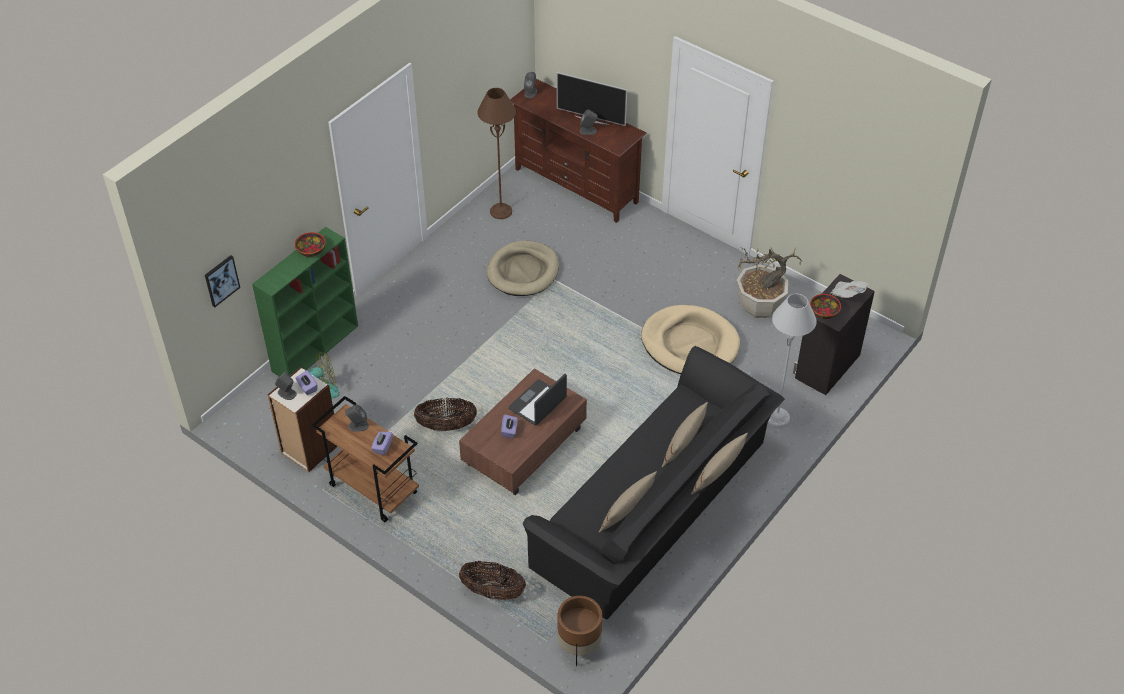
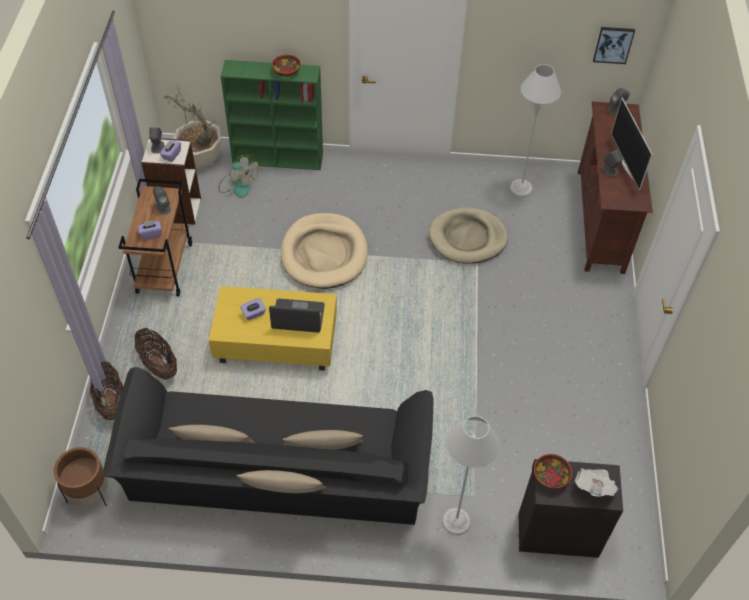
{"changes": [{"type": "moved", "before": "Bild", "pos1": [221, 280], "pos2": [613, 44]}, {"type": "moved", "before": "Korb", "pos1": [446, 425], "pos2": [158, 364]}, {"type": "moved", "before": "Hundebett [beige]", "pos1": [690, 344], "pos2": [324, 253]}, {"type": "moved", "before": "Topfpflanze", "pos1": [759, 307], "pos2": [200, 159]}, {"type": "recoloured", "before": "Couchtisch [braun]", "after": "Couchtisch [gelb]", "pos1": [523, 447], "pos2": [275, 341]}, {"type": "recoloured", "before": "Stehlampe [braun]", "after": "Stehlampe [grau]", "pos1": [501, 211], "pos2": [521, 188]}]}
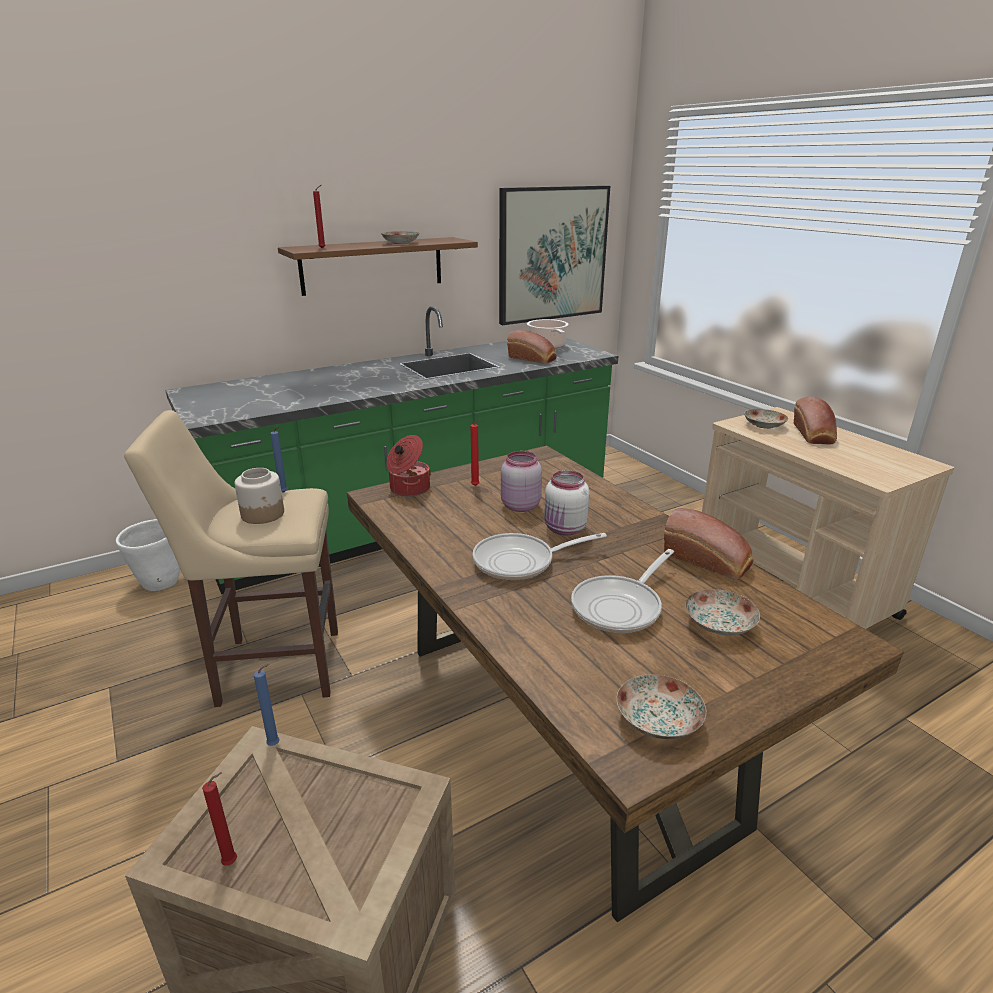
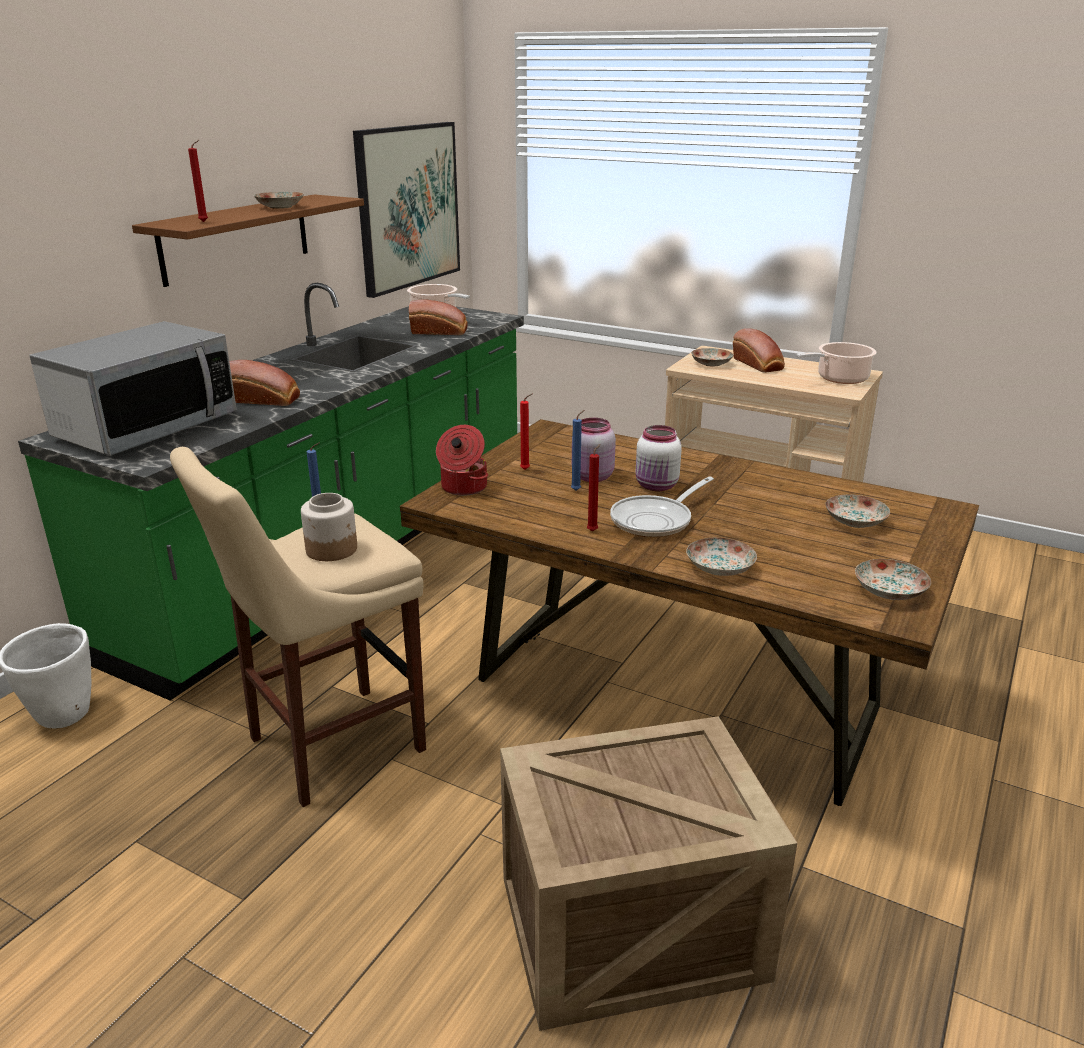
{"changes": [{"type": "removed", "before": "Pfanne", "pos1": [620, 607]}, {"type": "added", "after": "Mikrowelle", "pos2": [147, 428]}, {"type": "added", "after": "Teller", "pos2": [720, 568]}, {"type": "added", "after": "Kochtopf", "pos2": [839, 379]}, {"type": "moved", "before": "Kerze [rot]", "pos1": [233, 862], "pos2": [593, 530]}, {"type": "moved", "before": "Kerze [blau]", "pos1": [276, 744], "pos2": [577, 490]}, {"type": "moved", "before": "Brot", "pos1": [708, 561], "pos2": [265, 400]}]}
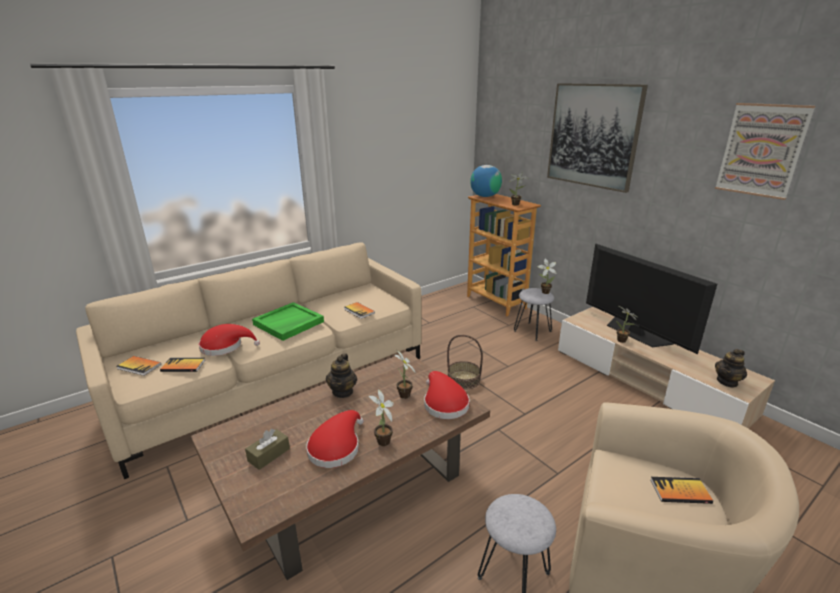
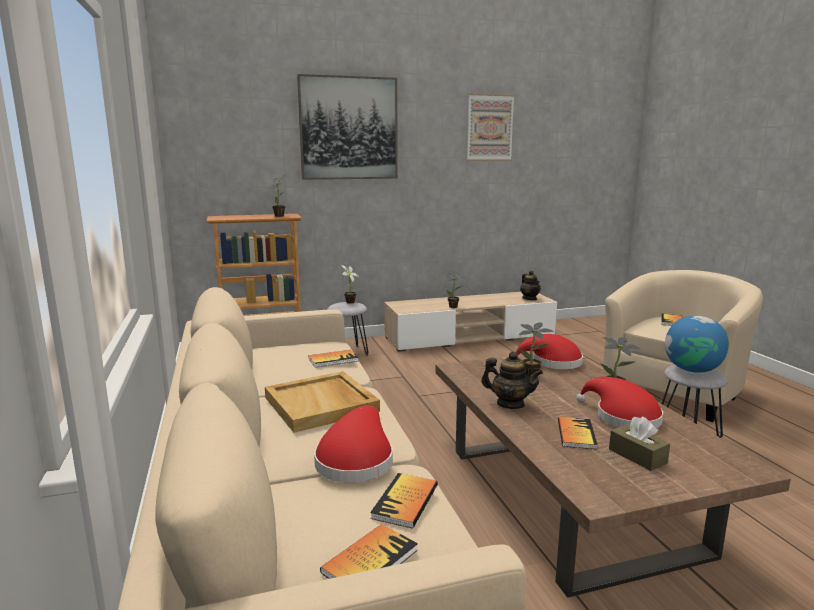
{"changes": [{"type": "removed", "before": "Korb", "pos1": [463, 379]}, {"type": "removed", "before": "Fernseher", "pos1": [636, 333]}, {"type": "added", "after": "Buch", "pos2": [576, 434]}, {"type": "moved", "before": "Globus", "pos1": [485, 196], "pos2": [692, 370]}, {"type": "recoloured", "before": "Tablett [grün]", "after": "Tablett [beige]", "pos1": [288, 323], "pos2": [322, 404]}]}
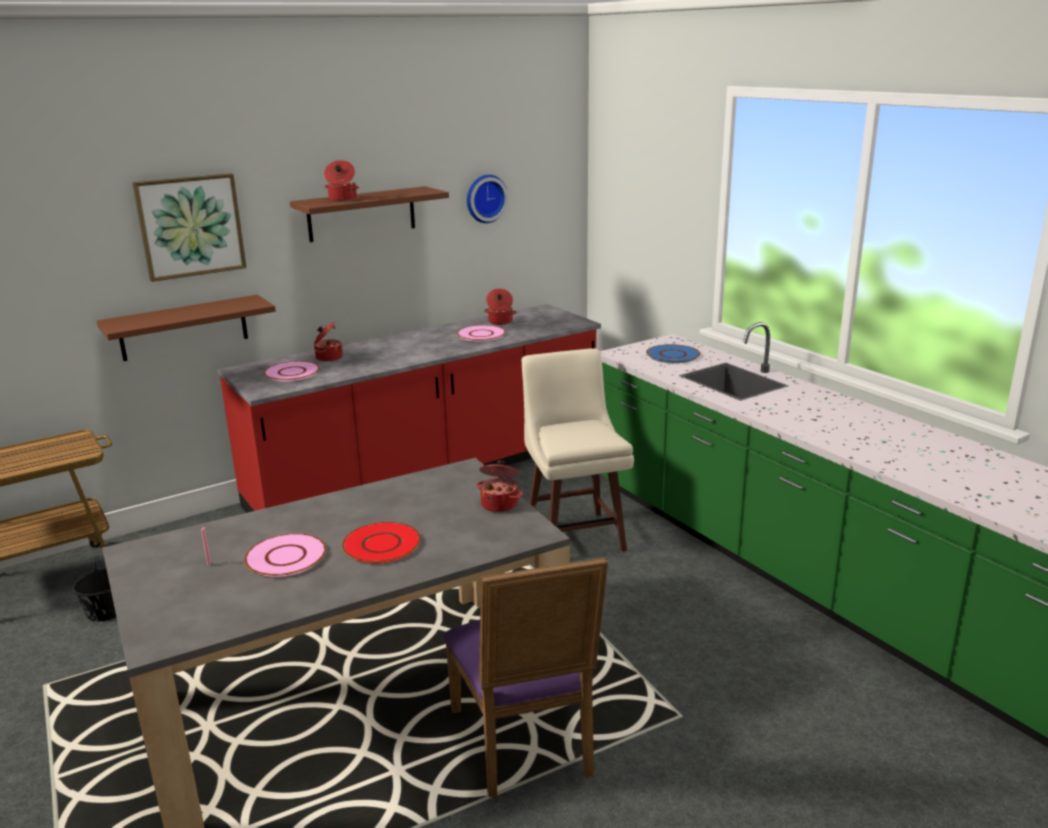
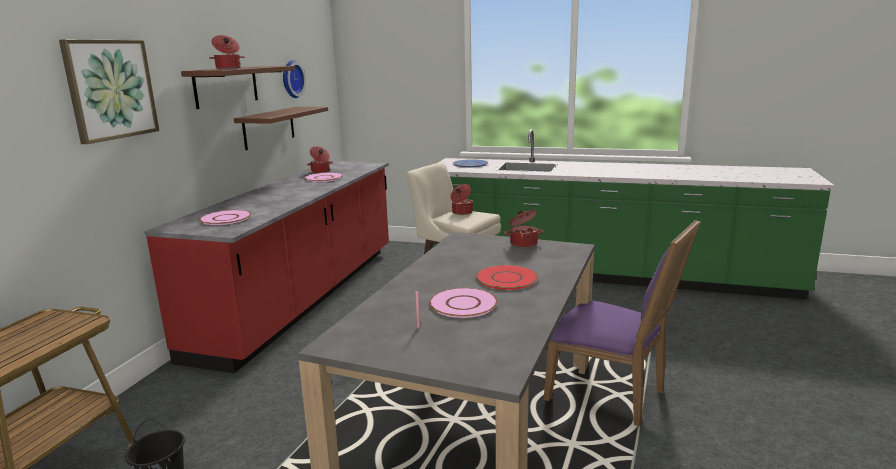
{"changes": [{"type": "moved", "before": "Wandregal [braun]", "pos1": [184, 328], "pos2": [269, 127]}, {"type": "moved", "before": "Kochtopf", "pos1": [328, 357], "pos2": [461, 212]}]}
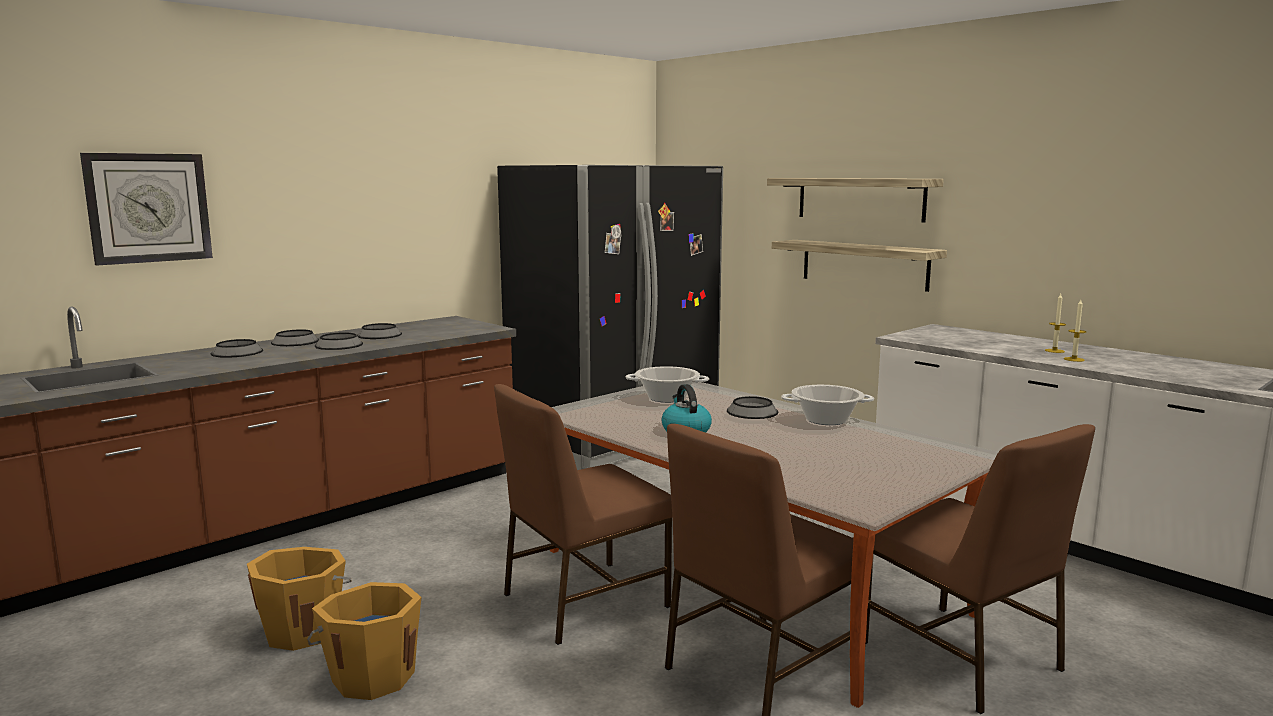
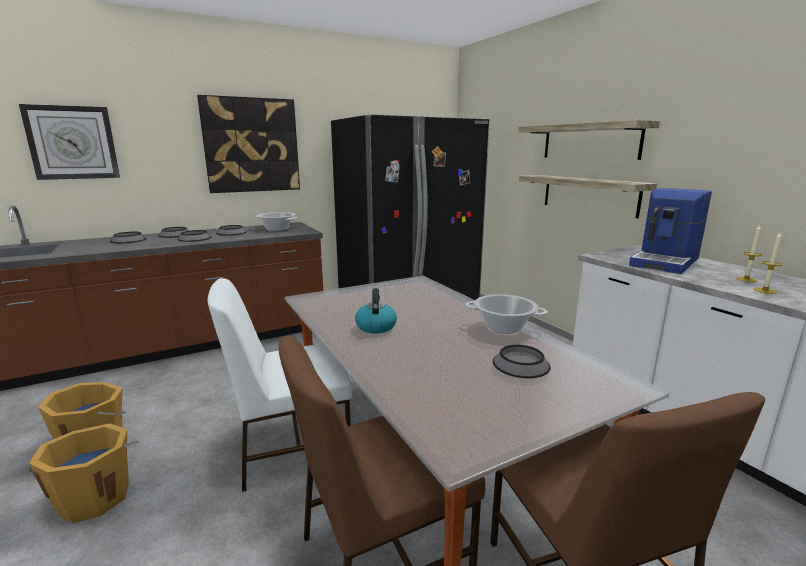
{"changes": [{"type": "added", "after": "Bild", "pos2": [251, 145]}, {"type": "added", "after": "Kaffeemaschine", "pos2": [666, 262]}, {"type": "moved", "before": "Kochtopf", "pos1": [667, 398], "pos2": [277, 229]}, {"type": "moved", "before": "Schüssel", "pos1": [752, 411], "pos2": [521, 364]}, {"type": "recoloured", "before": "Stuhl [braun]", "after": "Stuhl [weiß]", "pos1": [582, 601], "pos2": [291, 448]}]}
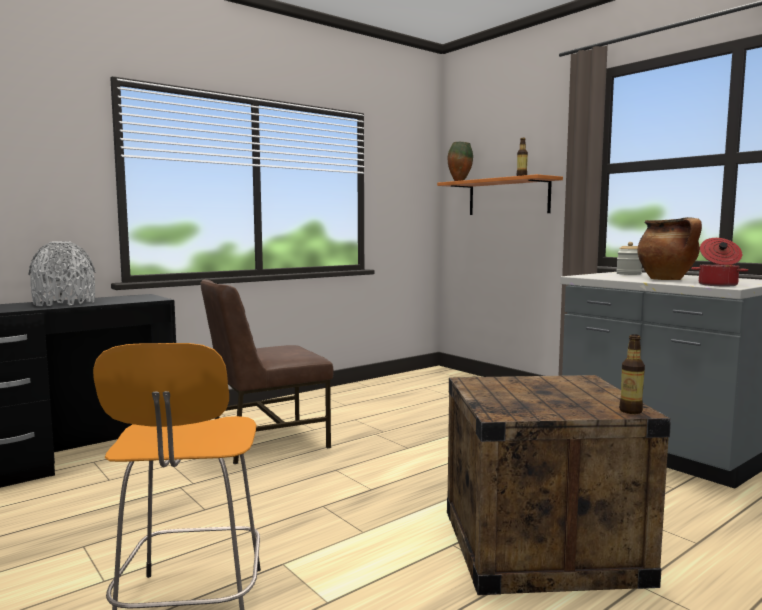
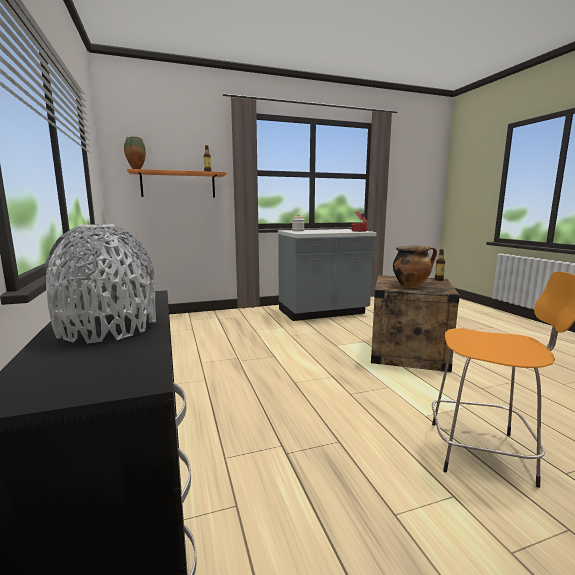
{"changes": [{"type": "removed", "before": "Stuhl [braun]", "pos1": [267, 442]}, {"type": "moved", "before": "Kochtopf", "pos1": [667, 279], "pos2": [411, 286]}]}
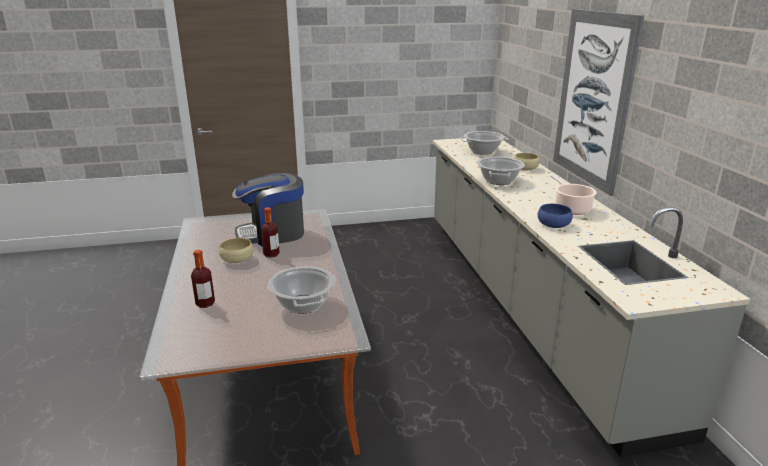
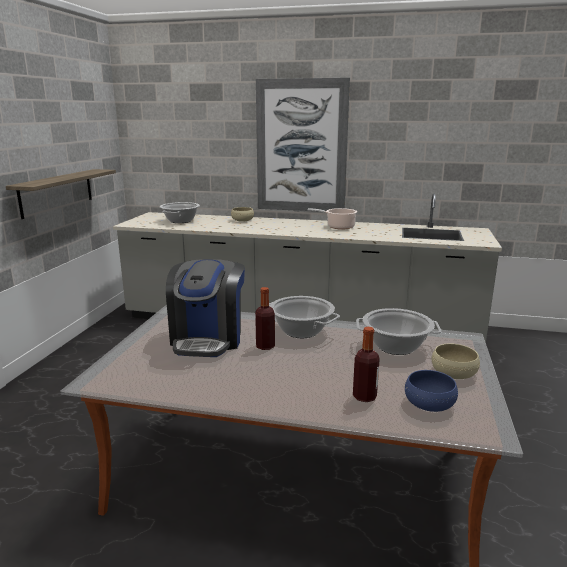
{"changes": [{"type": "added", "after": "Wandregal", "pos2": [57, 192]}, {"type": "moved", "before": "Schüssel [beige]", "pos1": [237, 259], "pos2": [454, 373]}, {"type": "moved", "before": "Kochtopf", "pos1": [498, 181], "pos2": [301, 331]}, {"type": "moved", "before": "Schüssel [blau]", "pos1": [553, 224], "pos2": [429, 403]}]}
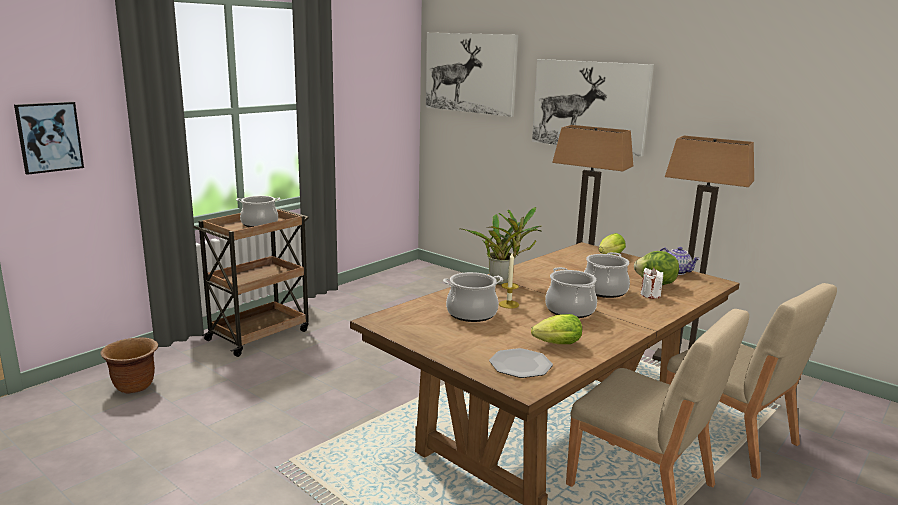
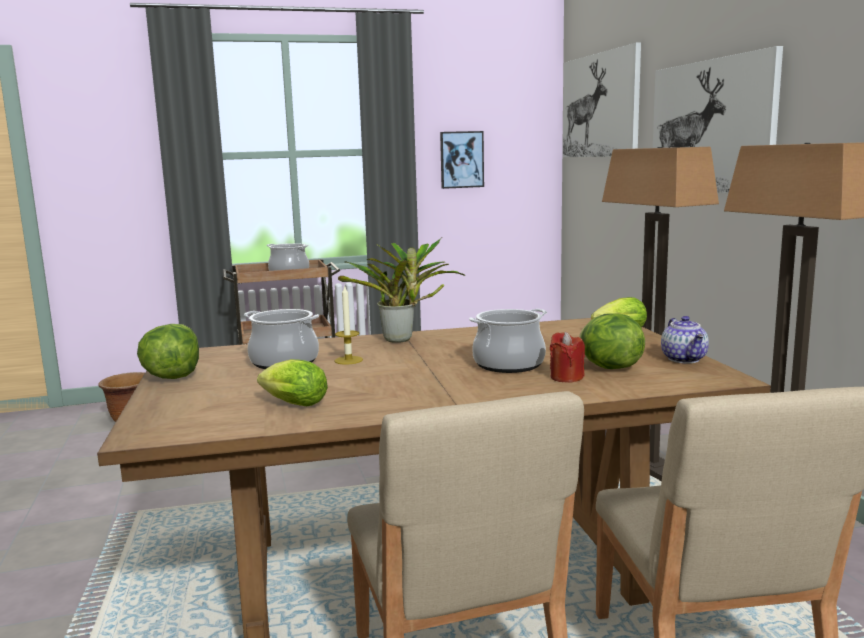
{"changes": [{"type": "removed", "before": "Teller", "pos1": [520, 365]}, {"type": "removed", "before": "Kochtopf", "pos1": [569, 310]}, {"type": "added", "after": "Salatkopf", "pos2": [172, 377]}, {"type": "moved", "before": "Bild", "pos1": [49, 137], "pos2": [461, 159]}, {"type": "recoloured", "before": "Kerze [weiß]", "after": "Kerze [rot]", "pos1": [650, 295], "pos2": [566, 377]}]}
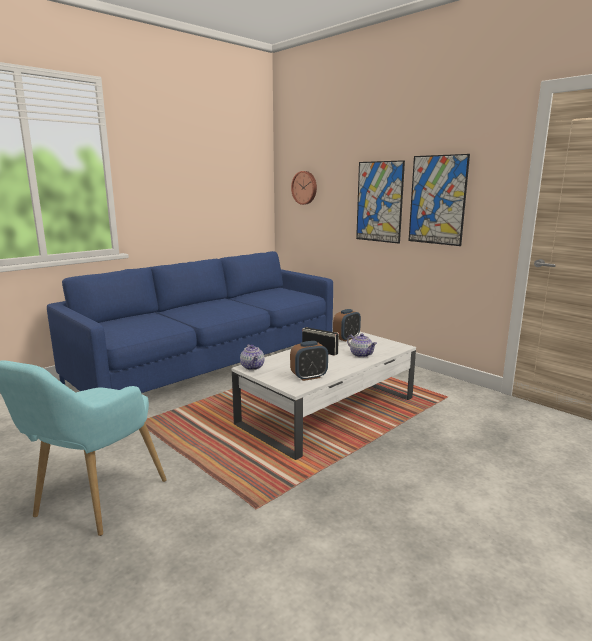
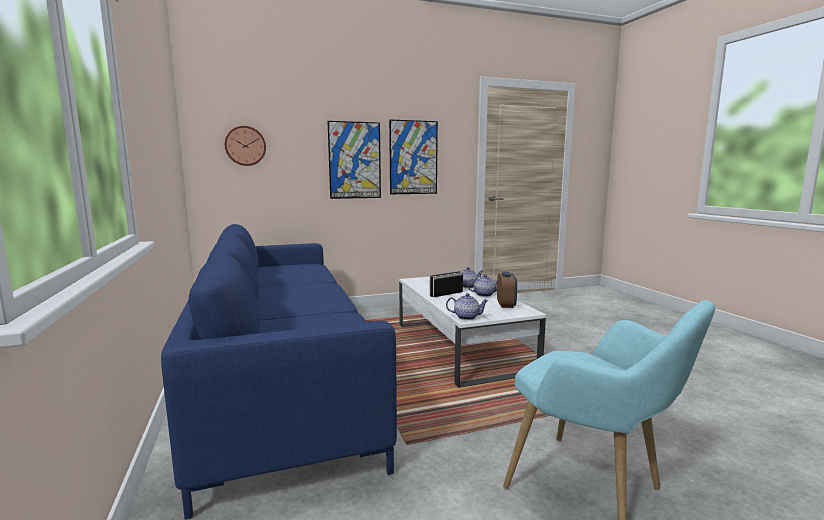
{"changes": [{"type": "removed", "before": "Wecker", "pos1": [346, 338]}, {"type": "added", "after": "Teekanne", "pos2": [484, 294]}]}
